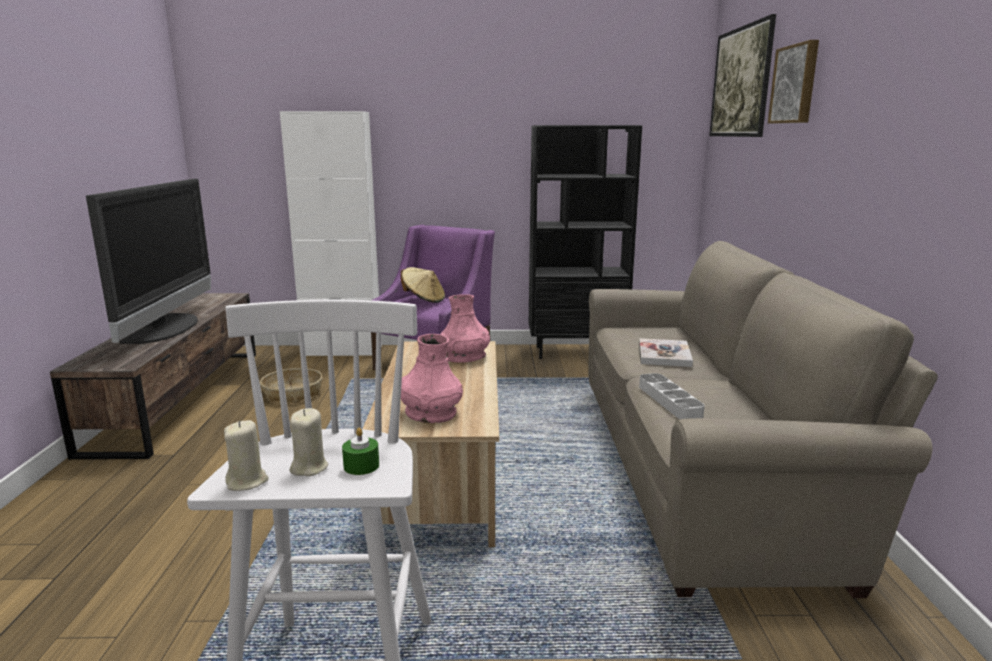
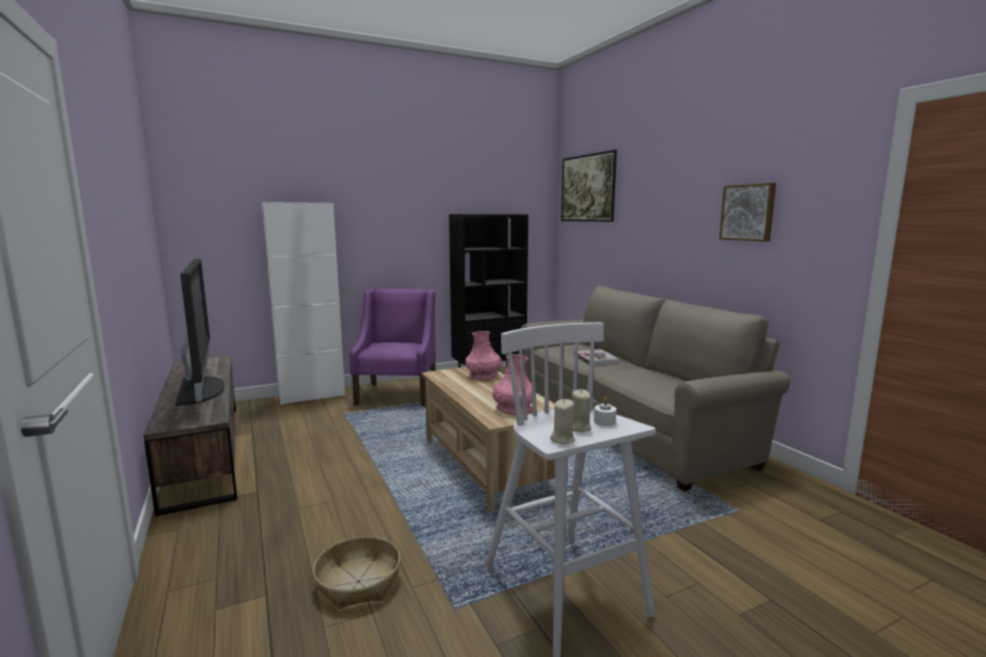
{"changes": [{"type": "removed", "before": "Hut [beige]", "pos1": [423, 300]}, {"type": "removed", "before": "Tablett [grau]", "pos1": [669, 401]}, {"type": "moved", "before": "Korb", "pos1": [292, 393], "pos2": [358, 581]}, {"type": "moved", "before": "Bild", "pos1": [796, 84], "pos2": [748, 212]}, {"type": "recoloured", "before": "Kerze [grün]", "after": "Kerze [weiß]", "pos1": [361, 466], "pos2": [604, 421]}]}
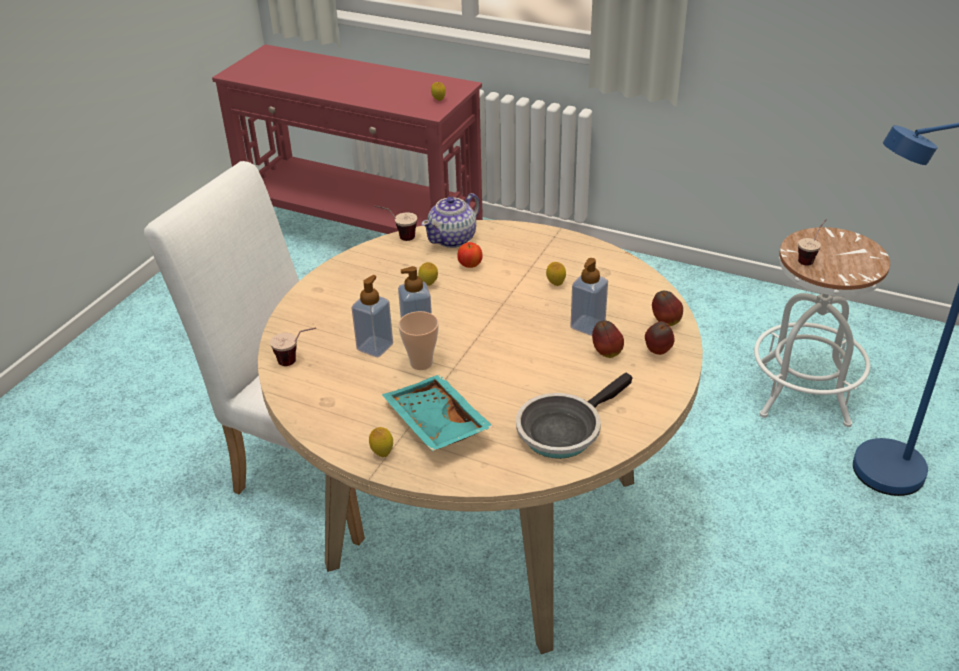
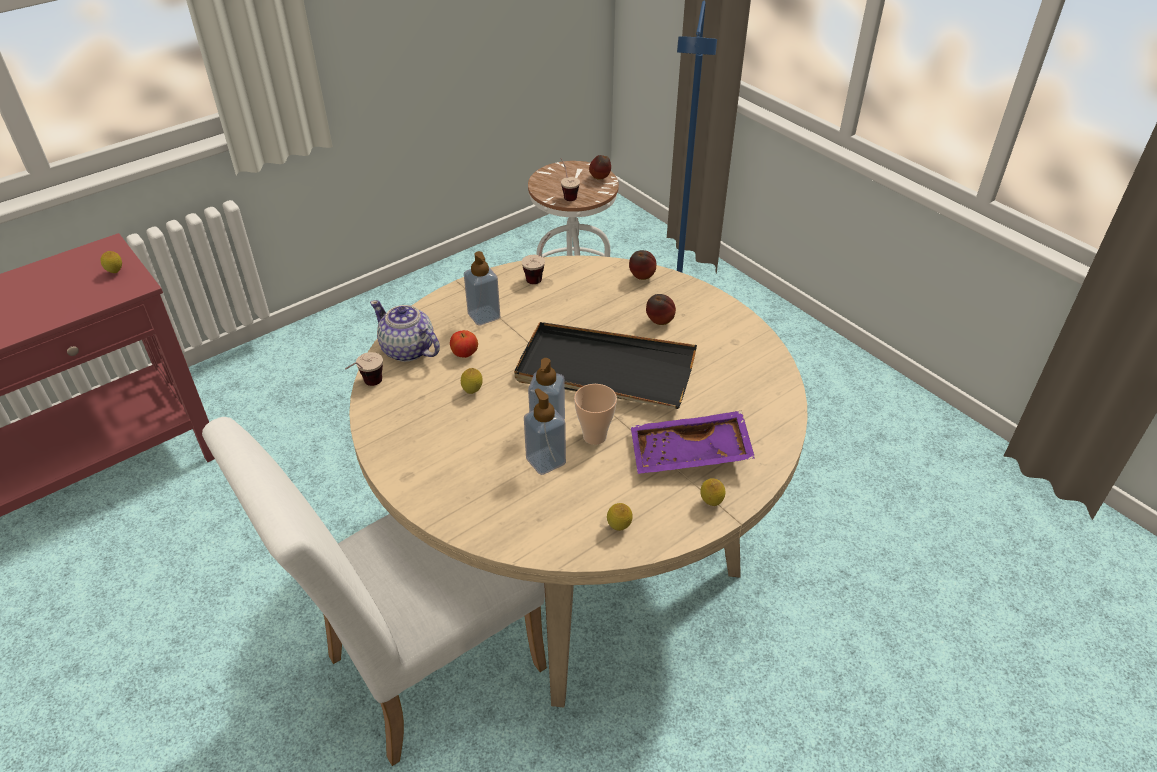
{"changes": [{"type": "removed", "before": "Pfanne", "pos1": [563, 430]}, {"type": "added", "after": "Tablett [schwarz]", "pos2": [605, 371]}, {"type": "moved", "before": "Tasse", "pos1": [297, 361], "pos2": [539, 275]}, {"type": "moved", "before": "Zitrone", "pos1": [555, 285], "pos2": [619, 528]}, {"type": "moved", "before": "Seifenspender", "pos1": [587, 326], "pos2": [484, 316]}, {"type": "moved", "before": "Apfel", "pos1": [657, 352], "pos2": [600, 179]}, {"type": "recoloured", "before": "Tablett [türkis]", "after": "Tablett [lila]", "pos1": [434, 424], "pos2": [689, 455]}, {"type": "turned", "before": "Teekanne", "pos1": [453, 239], "pos2": [408, 350], "turn": 150}]}
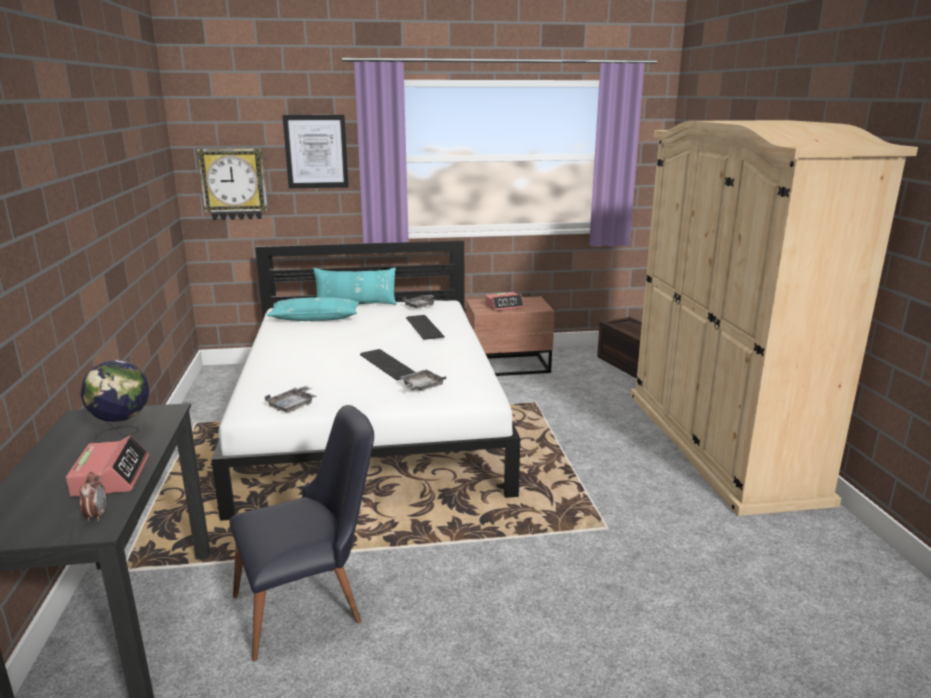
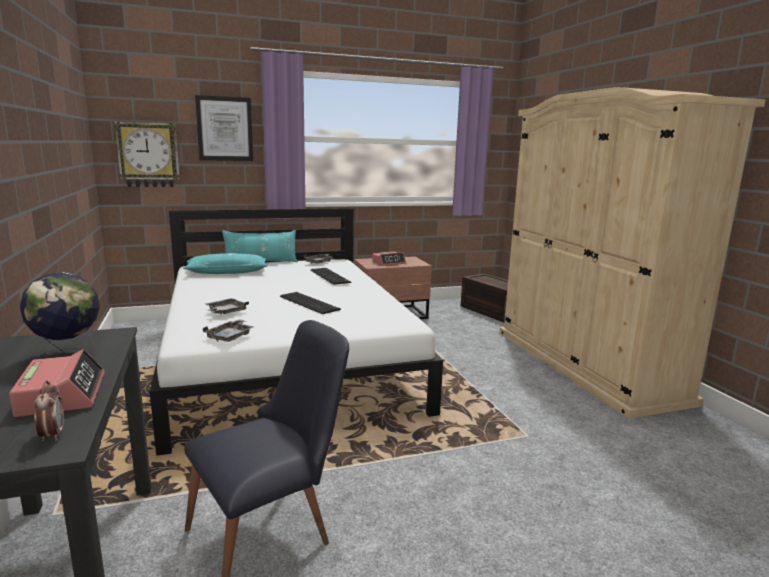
{"changes": [{"type": "moved", "before": "Tablett [grau]", "pos1": [421, 387], "pos2": [225, 312]}]}
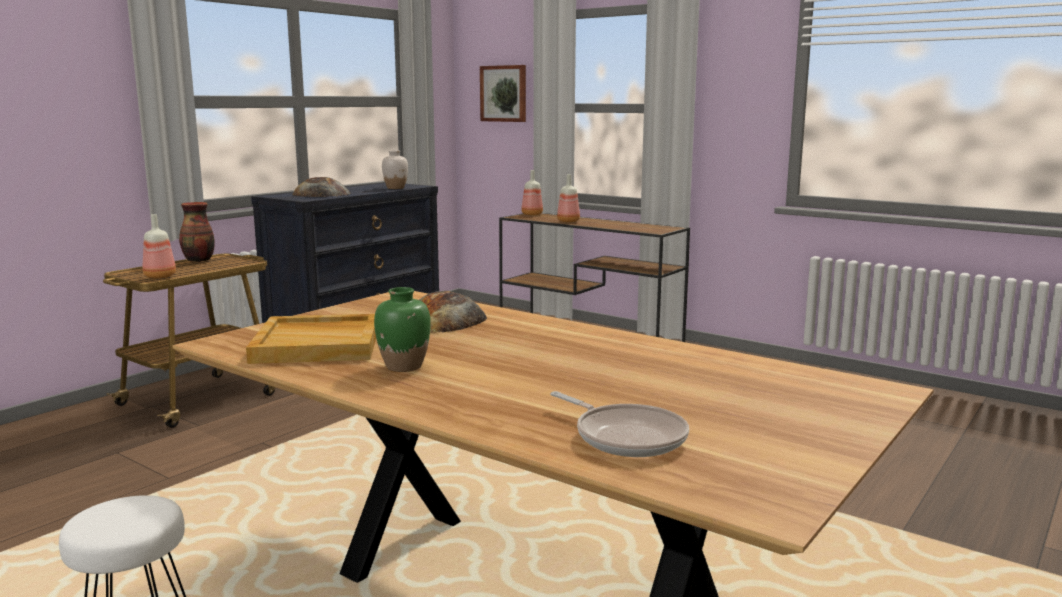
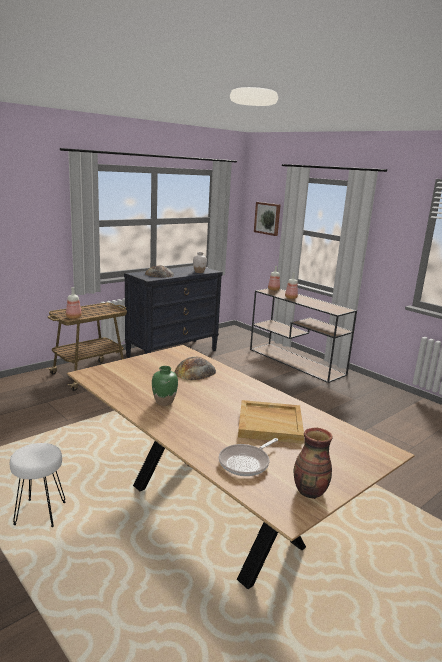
{"changes": [{"type": "moved", "before": "Vase", "pos1": [198, 260], "pos2": [310, 492]}, {"type": "moved", "before": "Tablett [beige]", "pos1": [319, 344], "pos2": [270, 424]}, {"type": "turned", "before": "Pfanne", "pos1": [626, 436], "pos2": [246, 463], "turn": 75}]}
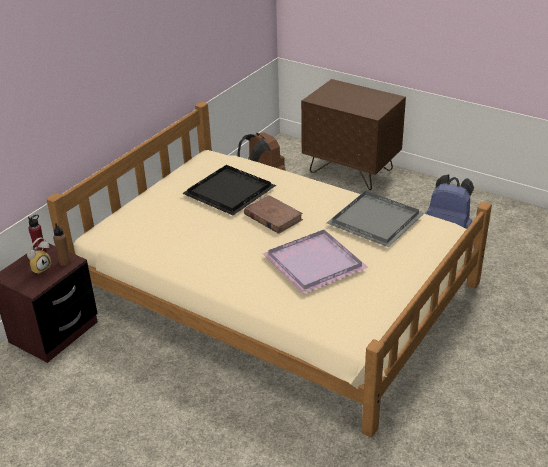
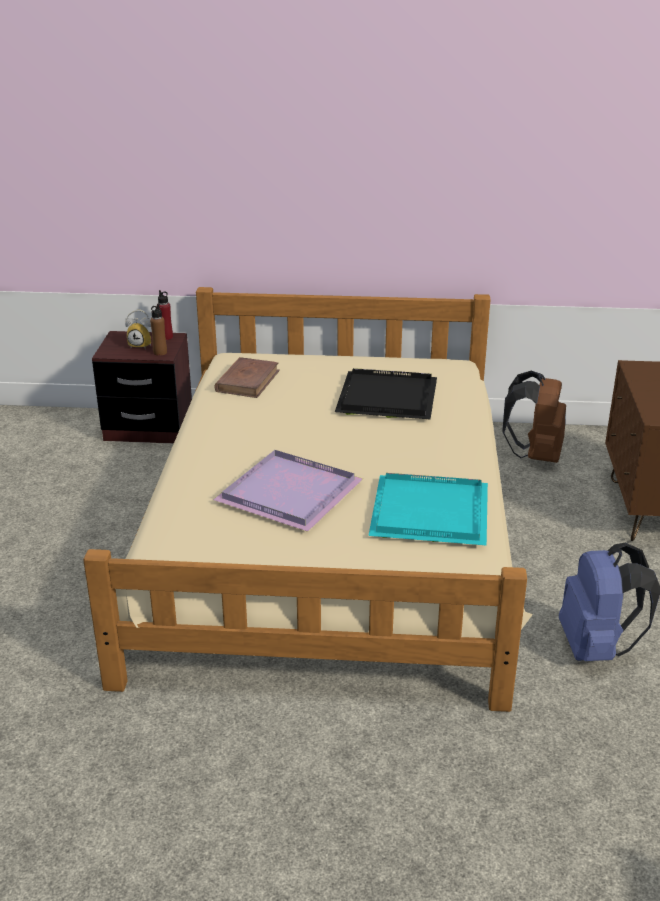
{"changes": [{"type": "moved", "before": "Buch [braun]", "pos1": [273, 217], "pos2": [247, 381]}, {"type": "recoloured", "before": "Tablett [grau]", "after": "Tablett [türkis]", "pos1": [375, 222], "pos2": [427, 514]}]}
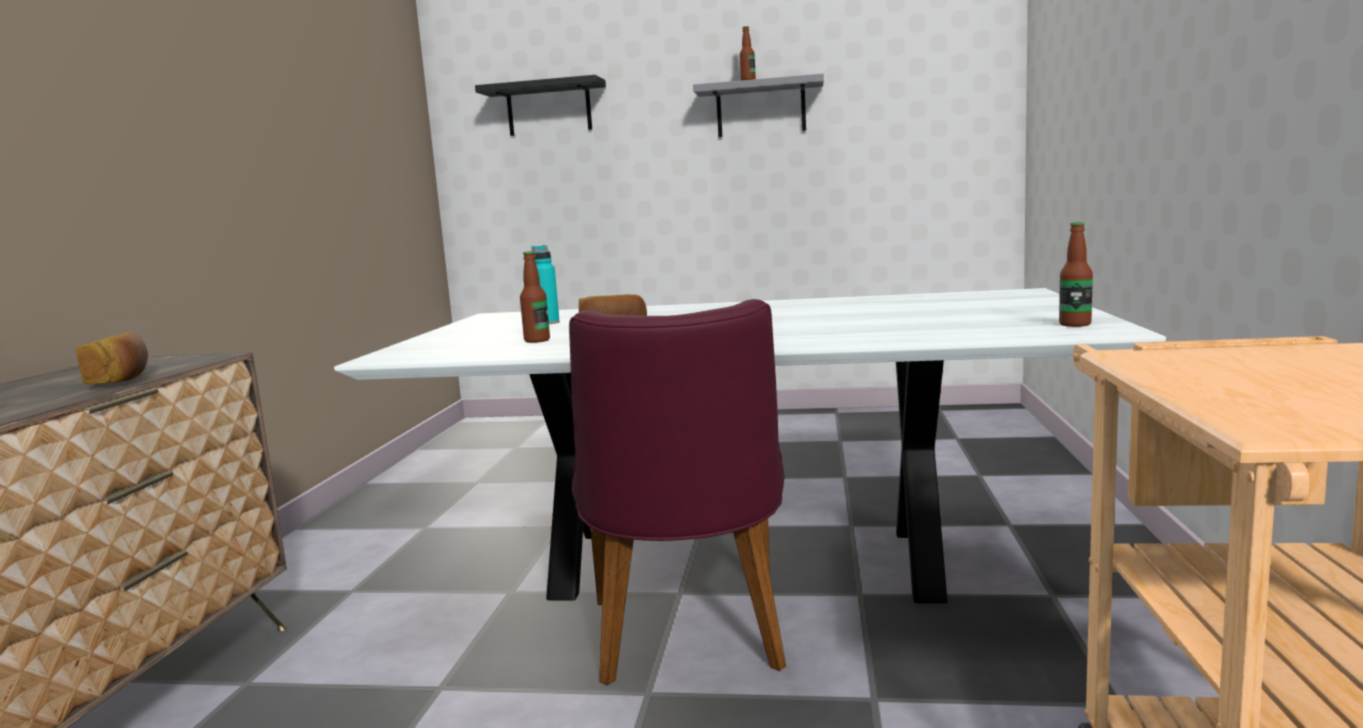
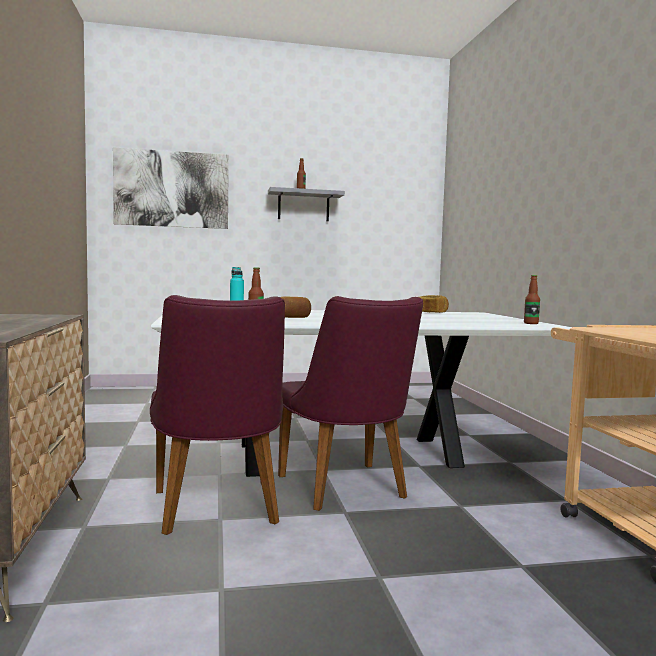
{"changes": [{"type": "added", "after": "Stuhl [lila]", "pos2": [217, 512]}, {"type": "moved", "before": "Brot", "pos1": [120, 380], "pos2": [431, 312]}, {"type": "replaced", "before": "Wandregal [schwarz]", "after": "Bild", "pos1": [549, 109], "pos2": [172, 189]}]}
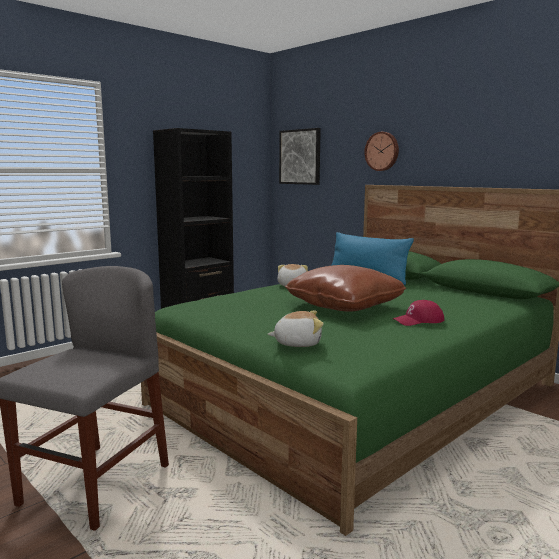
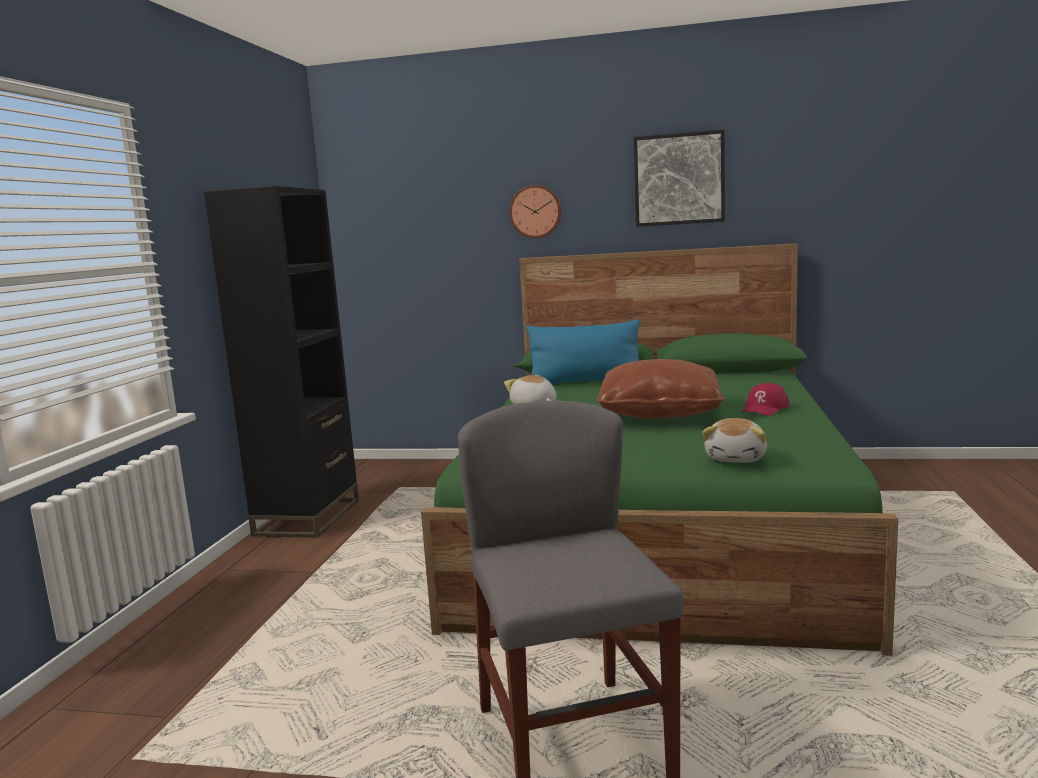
{"changes": [{"type": "moved", "before": "Bild", "pos1": [300, 157], "pos2": [679, 179]}, {"type": "turned", "before": "Plüschtier", "pos1": [297, 343], "pos2": [737, 458], "turn": 150}]}
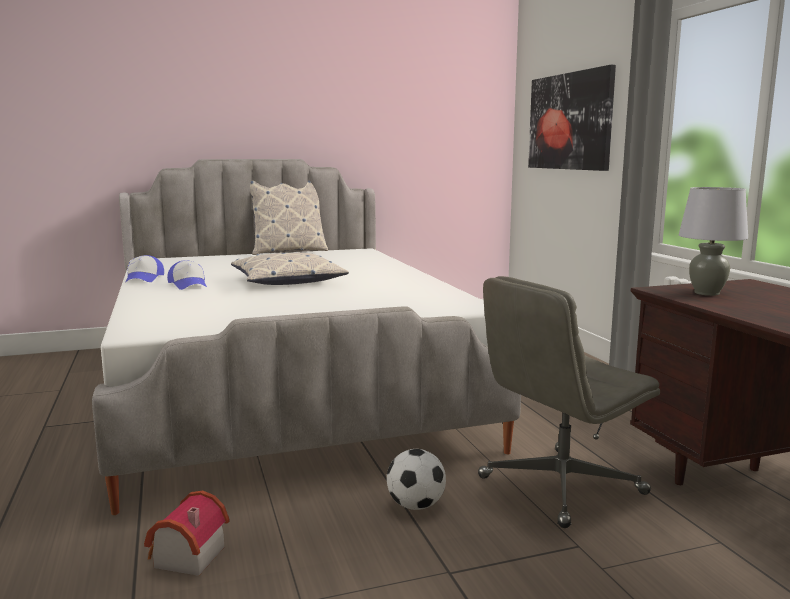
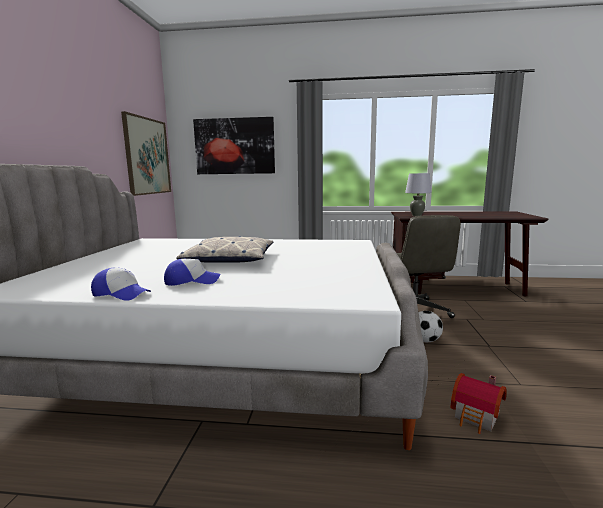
{"changes": [{"type": "removed", "before": "Kissen", "pos1": [288, 251]}, {"type": "added", "after": "Bild", "pos2": [147, 156]}]}
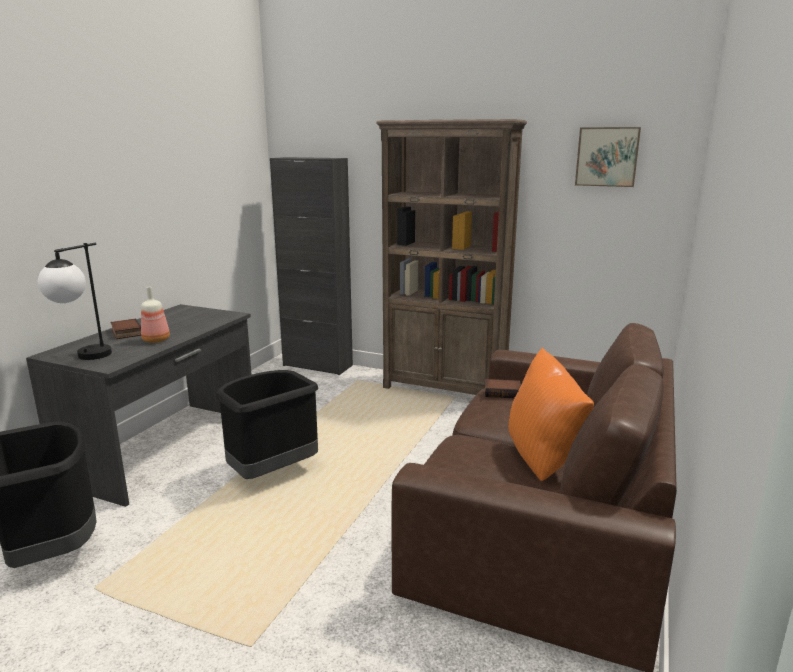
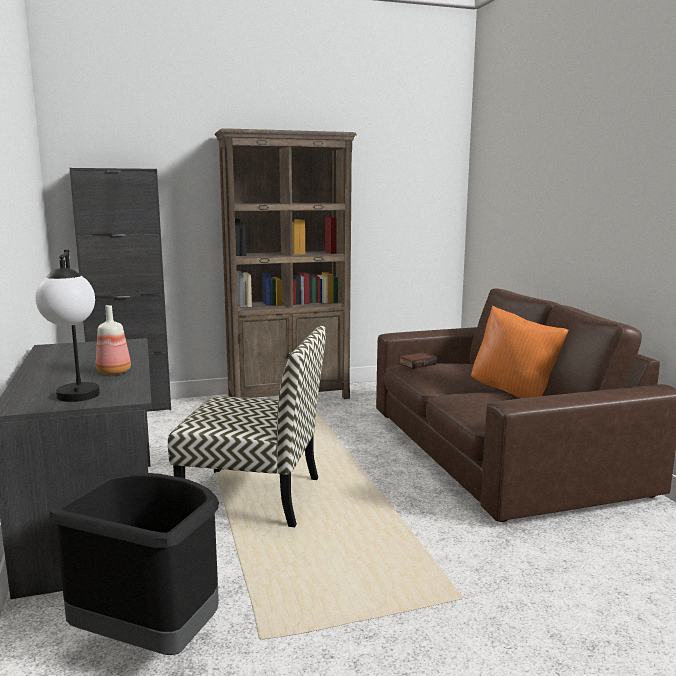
{"changes": [{"type": "removed", "before": "Buch", "pos1": [125, 332]}, {"type": "removed", "before": "Bild", "pos1": [607, 157]}, {"type": "replaced", "before": "Mülleimer [schwarz]", "after": "Stuhl", "pos1": [271, 473], "pos2": [255, 496]}]}
